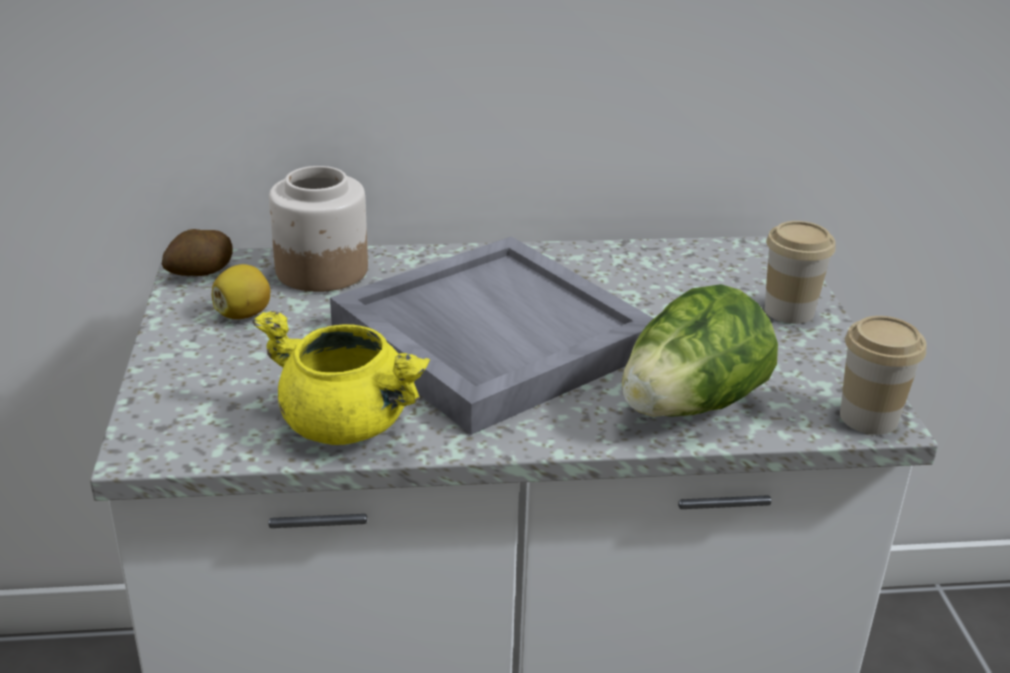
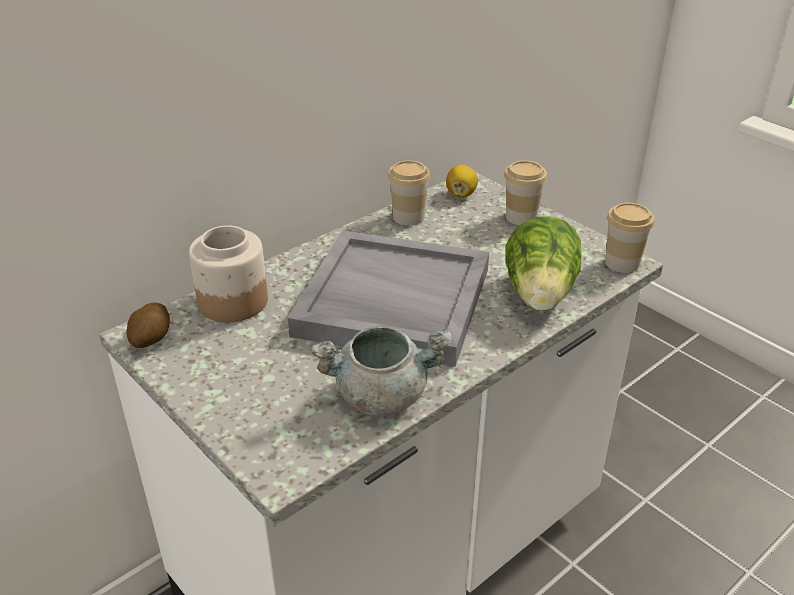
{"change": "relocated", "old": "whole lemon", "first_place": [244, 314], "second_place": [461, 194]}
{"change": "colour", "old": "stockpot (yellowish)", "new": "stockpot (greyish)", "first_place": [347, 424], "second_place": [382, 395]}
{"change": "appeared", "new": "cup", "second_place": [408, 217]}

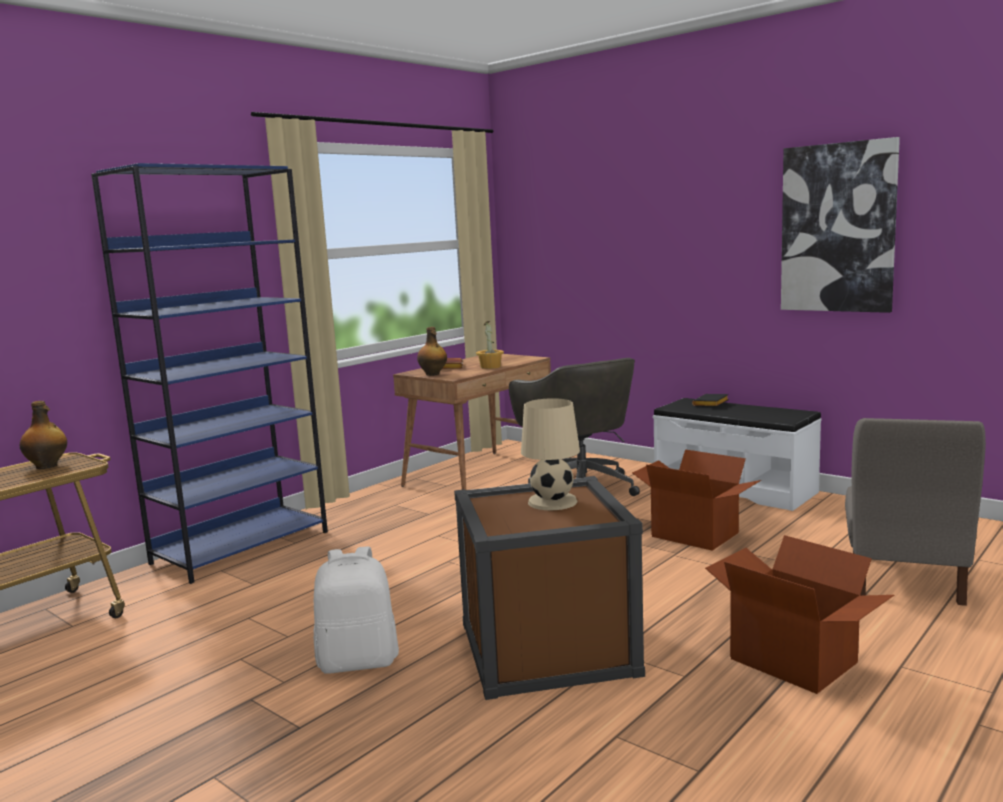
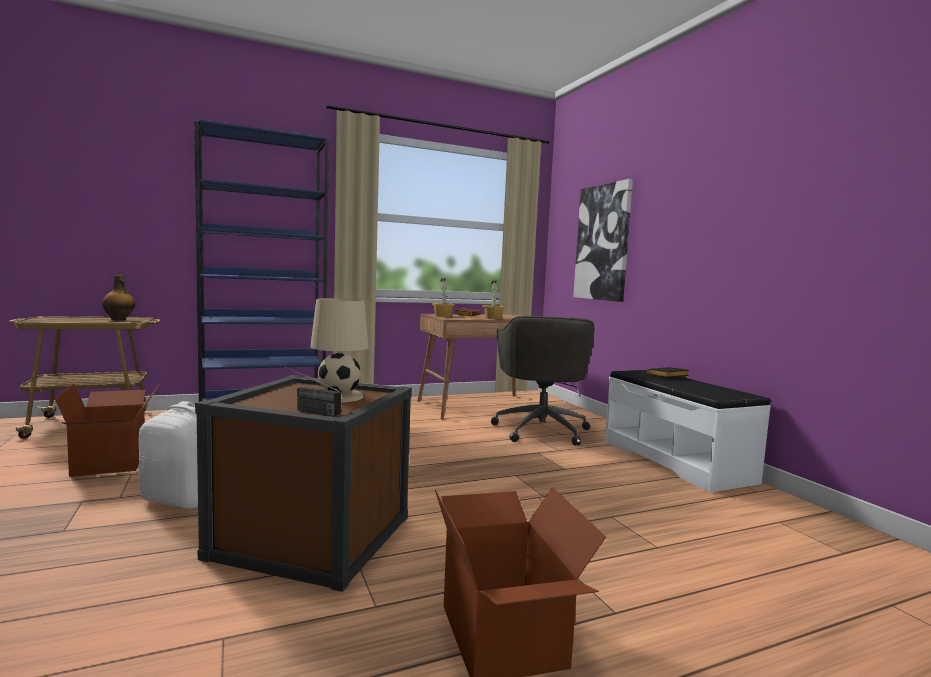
{"change": "exchanged", "old": "bottle", "new": "houseplant", "first_place": [433, 374], "second_place": [443, 316]}
{"change": "relocated", "old": "cardboard box", "first_place": [695, 534], "second_place": [112, 462]}
{"change": "relocated", "old": "picture", "first_place": [838, 228], "second_place": [603, 242]}
{"change": "missing", "old": "upright chair (greyish)", "first_place": [904, 578]}
{"change": "appeared", "new": "radio set", "second_place": [308, 410]}

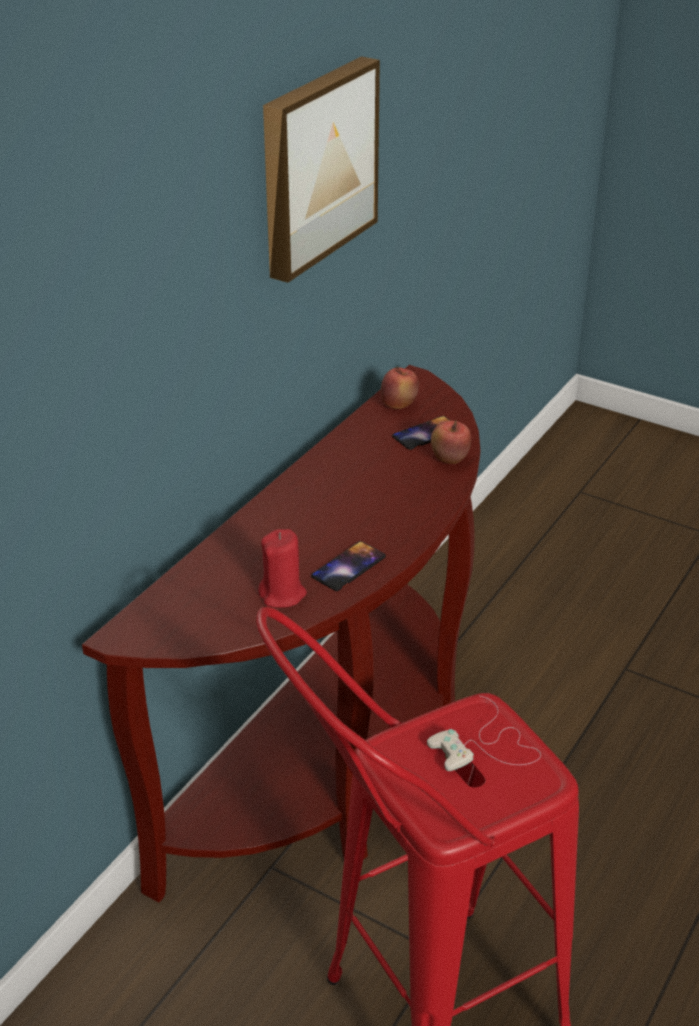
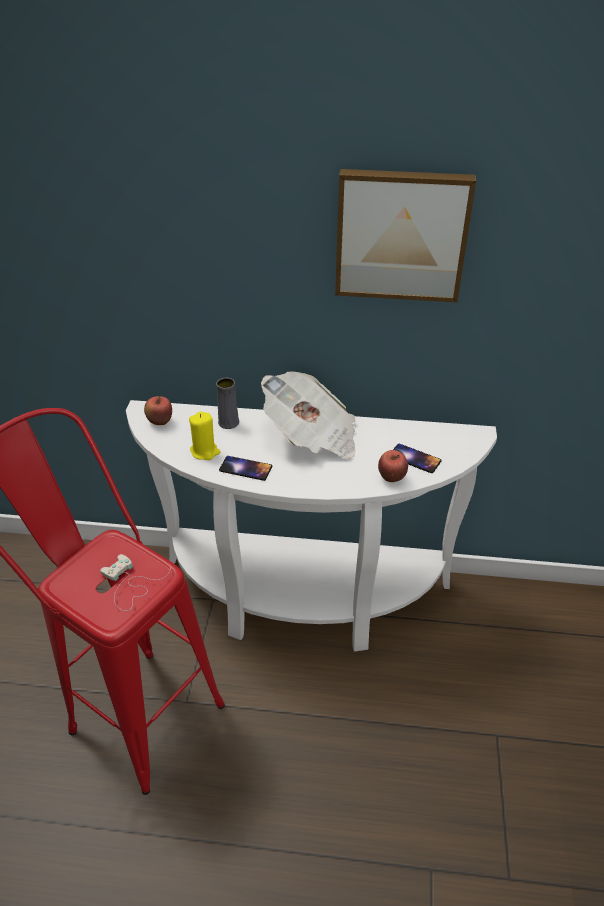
{"change": "colour", "old": "narrow table (brown)", "new": "narrow table (whitish)", "first_place": [337, 764], "second_place": [302, 599]}
{"change": "colour", "old": "wax light (reddish)", "new": "wax light (yellowish)", "first_place": [282, 594], "second_place": [205, 451]}
{"change": "relocated", "old": "whole apple", "first_place": [399, 405], "second_place": [160, 422]}
{"change": "appeared", "new": "flower vase (greyish)", "second_place": [228, 422]}
{"change": "appeared", "new": "daily paper", "second_place": [312, 436]}

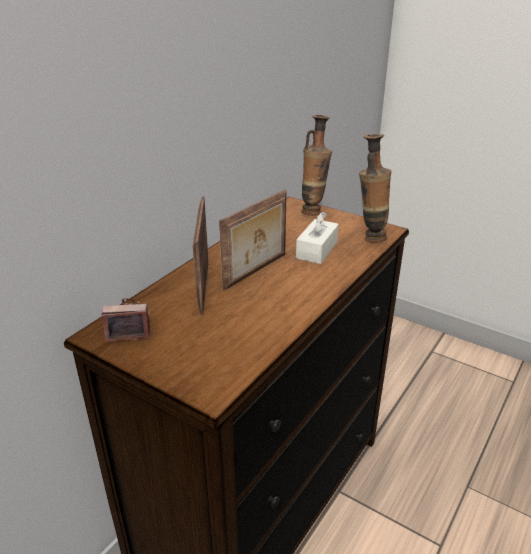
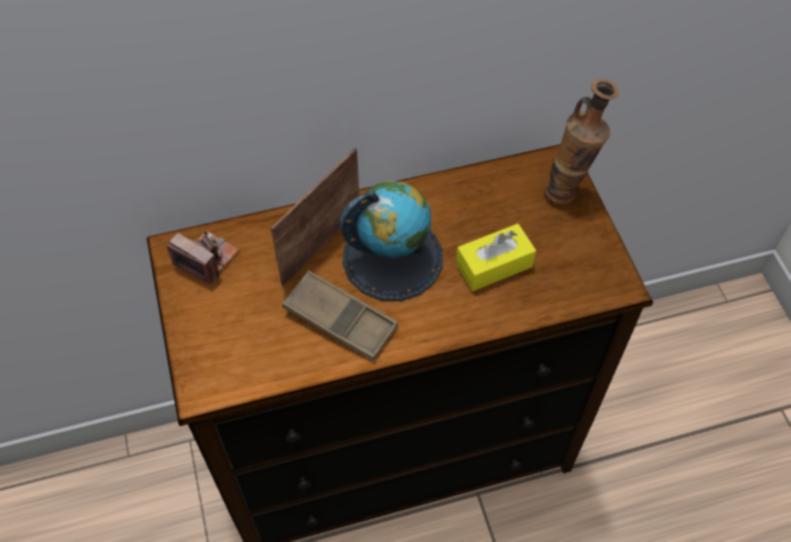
{"change": "exchanged", "old": "picture frame", "new": "globe", "first_place": [256, 272], "second_place": [392, 257]}
{"change": "colour", "old": "tissue holder (whitish)", "new": "tissue holder (yellowish)", "first_place": [317, 250], "second_place": [494, 265]}
{"change": "missing", "old": "flower vase", "first_place": [370, 237]}
{"change": "appeared", "new": "tray (brown)", "second_place": [340, 319]}

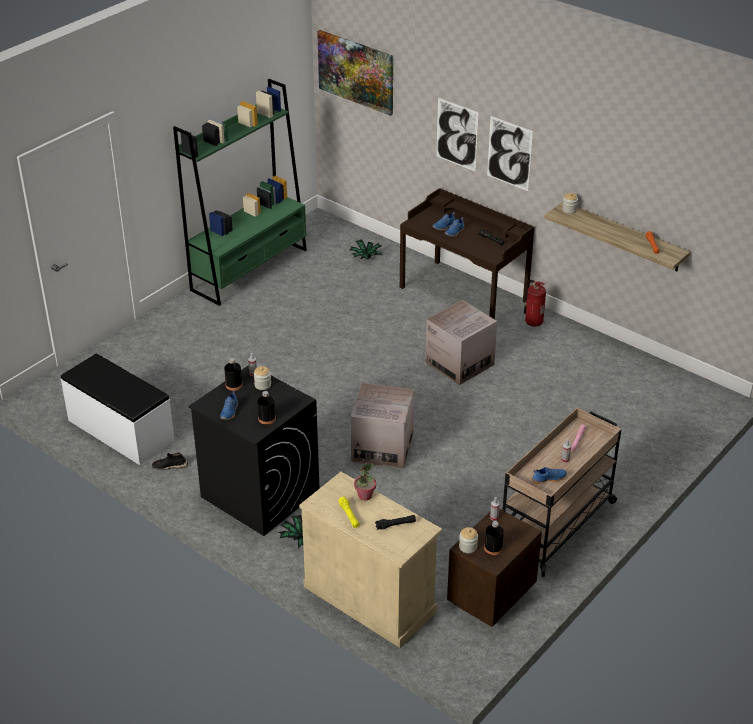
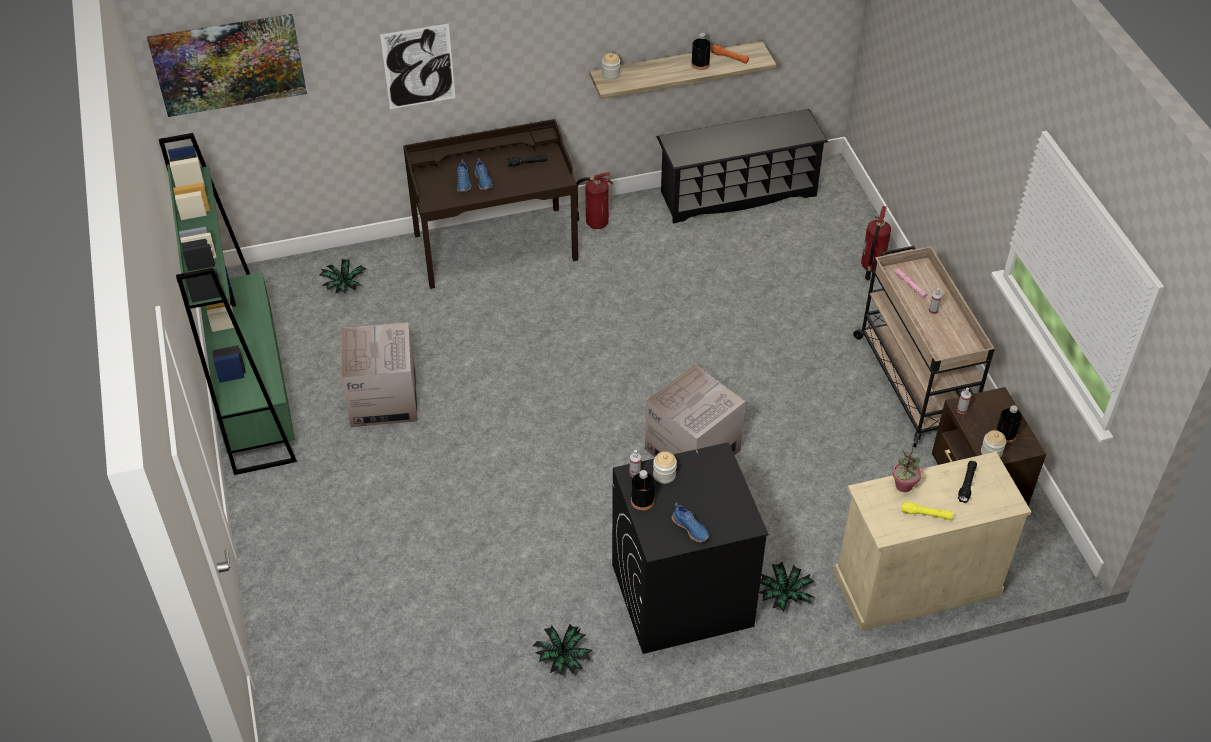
{"change": "missing", "old": "bench (whitish)", "first_place": [120, 431]}
{"change": "exchanged", "old": "low shoe (black-coloured)", "new": "houseplant", "first_place": [170, 466], "second_place": [562, 658]}
{"change": "relocated", "old": "bottle (black-coloured)", "first_place": [267, 418], "second_place": [700, 64]}
{"change": "relocated", "old": "cardboard box", "first_place": [459, 363], "second_place": [383, 399]}
{"change": "missing", "old": "picture", "first_place": [509, 153]}
{"change": "missing", "old": "low shoe (blue)", "first_place": [548, 478]}
{"change": "appeared", "new": "shoe stand (black-coloured)", "second_place": [737, 194]}
{"change": "appeared", "new": "extinguisher", "second_place": [871, 267]}

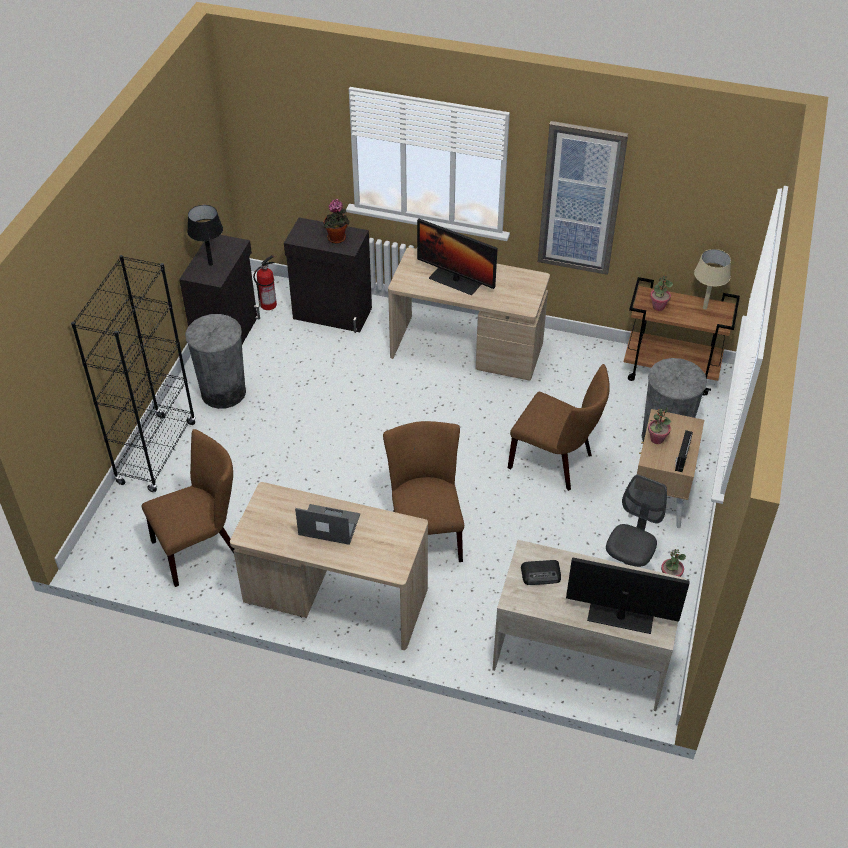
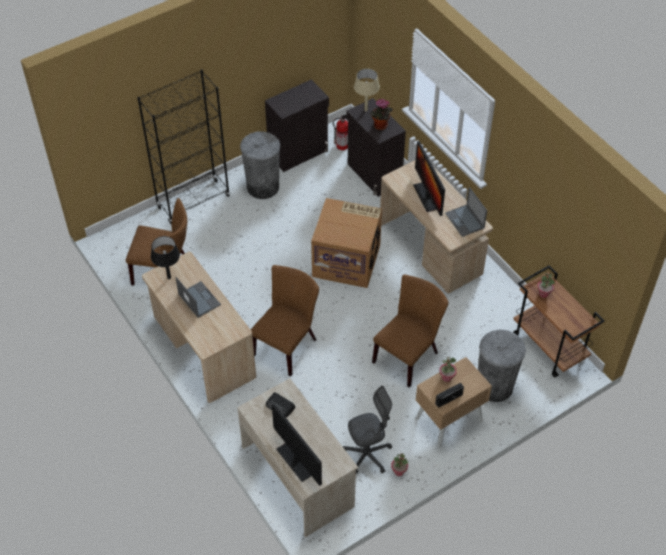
{"change": "relocated", "old": "lamp for a table (black-coloured)", "first_place": [210, 264], "second_place": [169, 277]}
{"change": "spun", "old": "upright chair (brown)", "first_place": [556, 462], "second_place": [408, 355], "degrees": -120}
{"change": "missing", "old": "picture", "first_place": [581, 199]}
{"change": "relocated", "old": "lamp for a table (beige)", "first_place": [704, 307], "second_place": [366, 110]}
{"change": "appeared", "new": "cardboard box", "second_place": [347, 260]}
{"change": "appeared", "new": "portable computer", "second_place": [465, 221]}

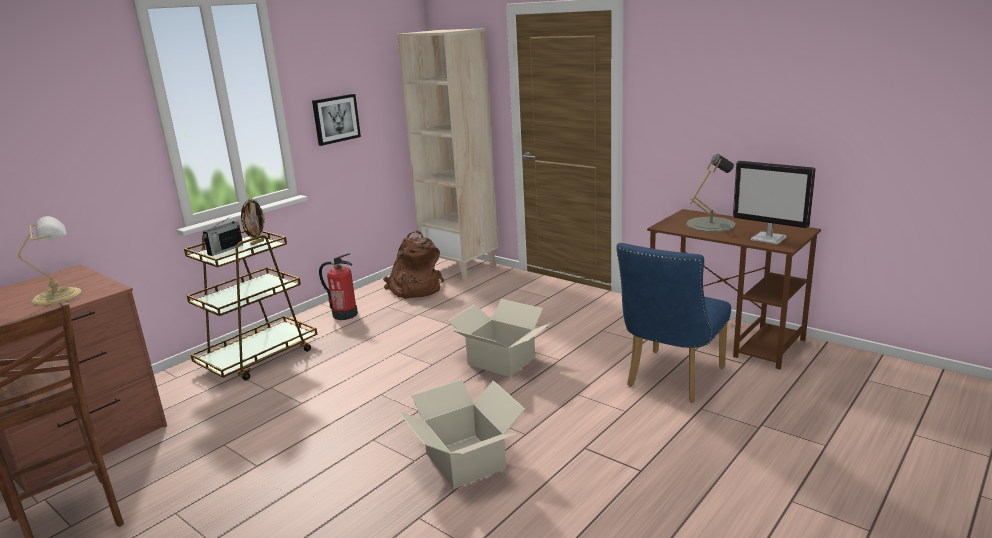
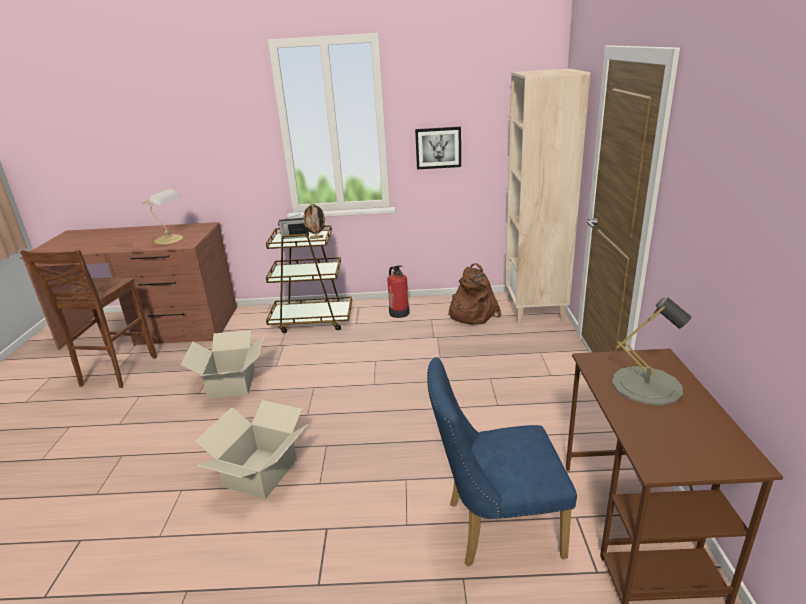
{"change": "relocated", "old": "cardboard box", "first_place": [501, 361], "second_place": [231, 383]}
{"change": "missing", "old": "computer display", "first_place": [769, 239]}

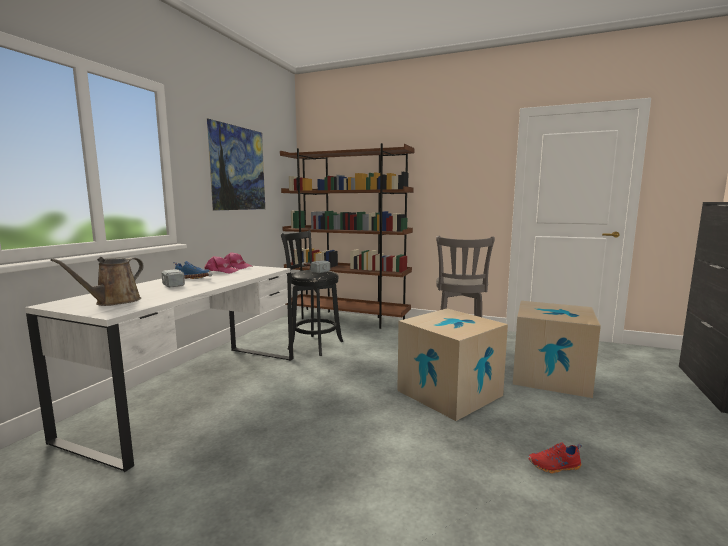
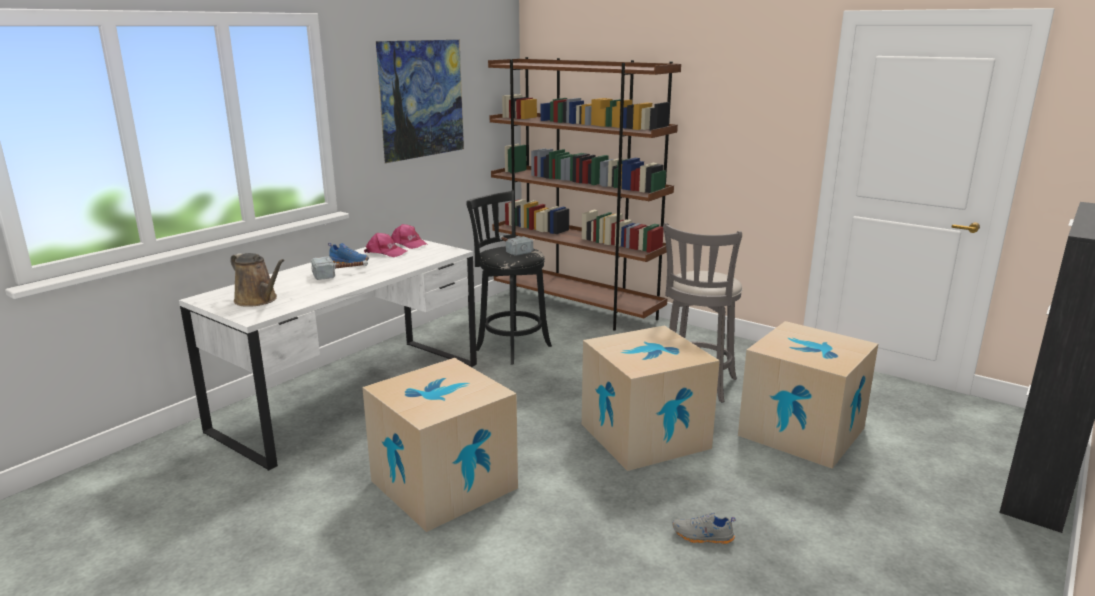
{"change": "spun", "old": "watering pot (brown)", "first_place": [114, 302], "second_place": [258, 300], "degrees": -90}
{"change": "colour", "old": "low shoe (reddish)", "new": "low shoe (greyish)", "first_place": [555, 467], "second_place": [702, 537]}
{"change": "appeared", "new": "cardboard box", "second_place": [444, 484]}

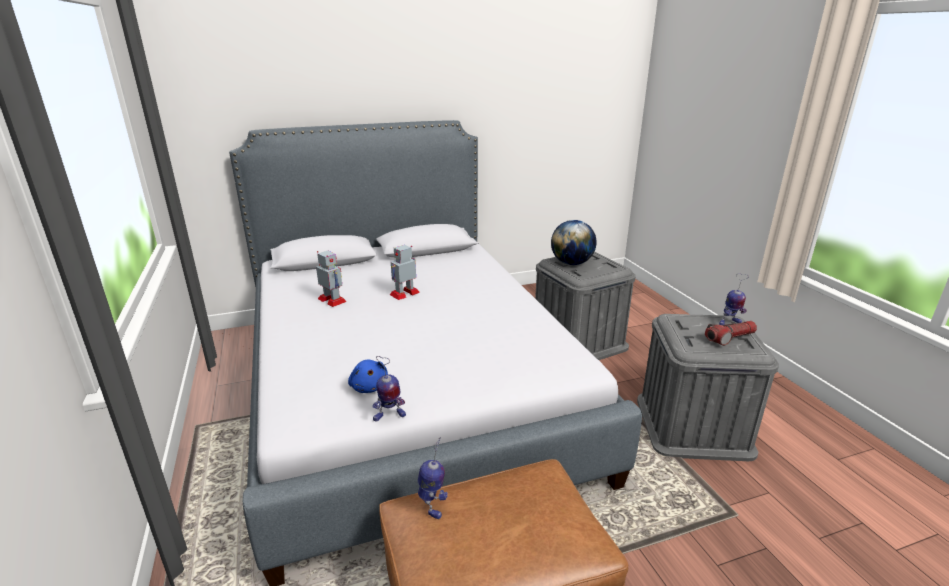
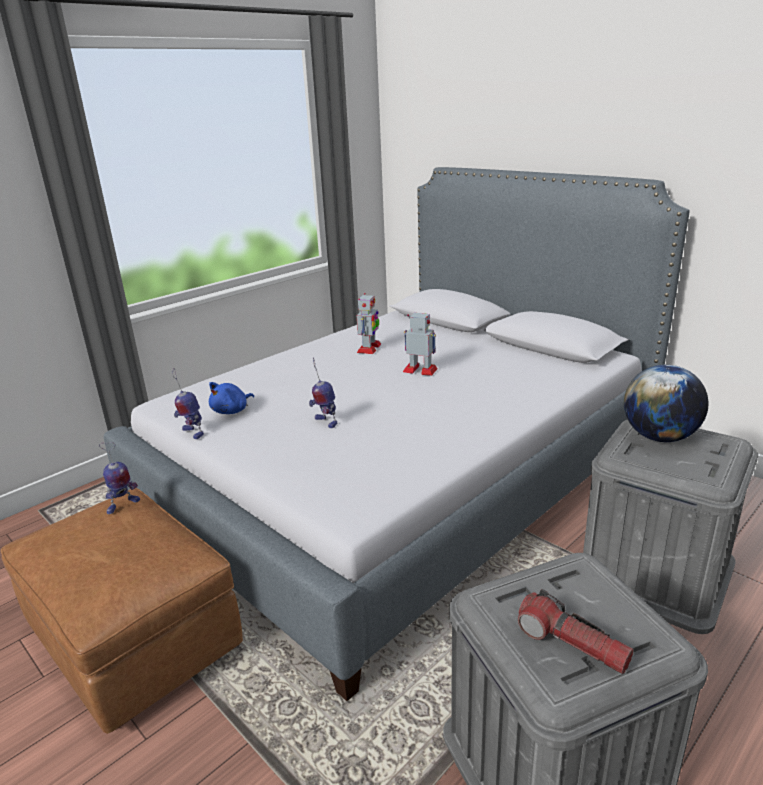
{"change": "relocated", "old": "model robot", "first_place": [729, 323], "second_place": [325, 422]}

